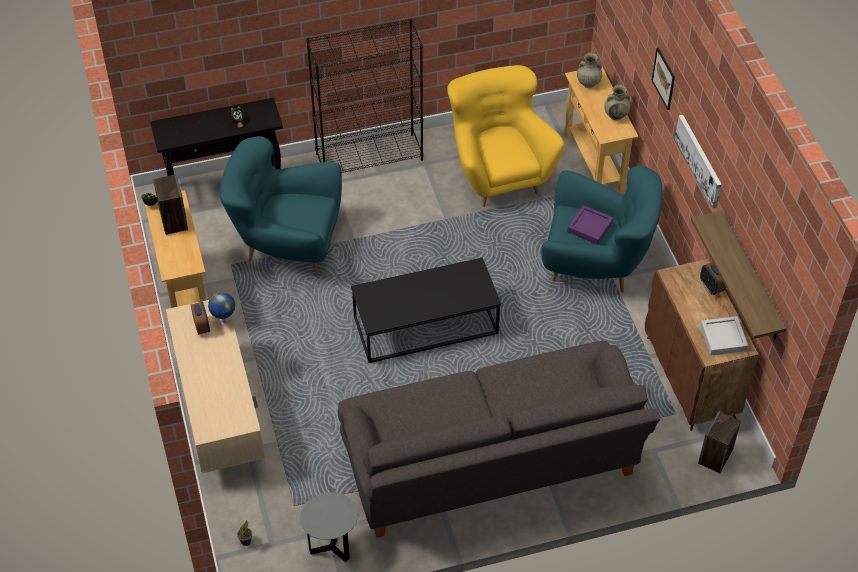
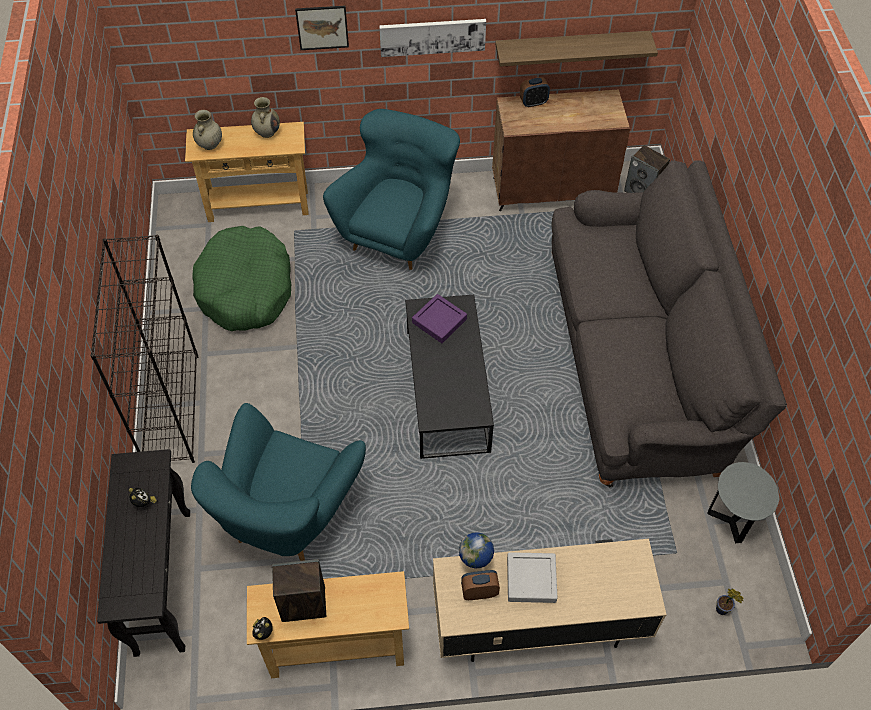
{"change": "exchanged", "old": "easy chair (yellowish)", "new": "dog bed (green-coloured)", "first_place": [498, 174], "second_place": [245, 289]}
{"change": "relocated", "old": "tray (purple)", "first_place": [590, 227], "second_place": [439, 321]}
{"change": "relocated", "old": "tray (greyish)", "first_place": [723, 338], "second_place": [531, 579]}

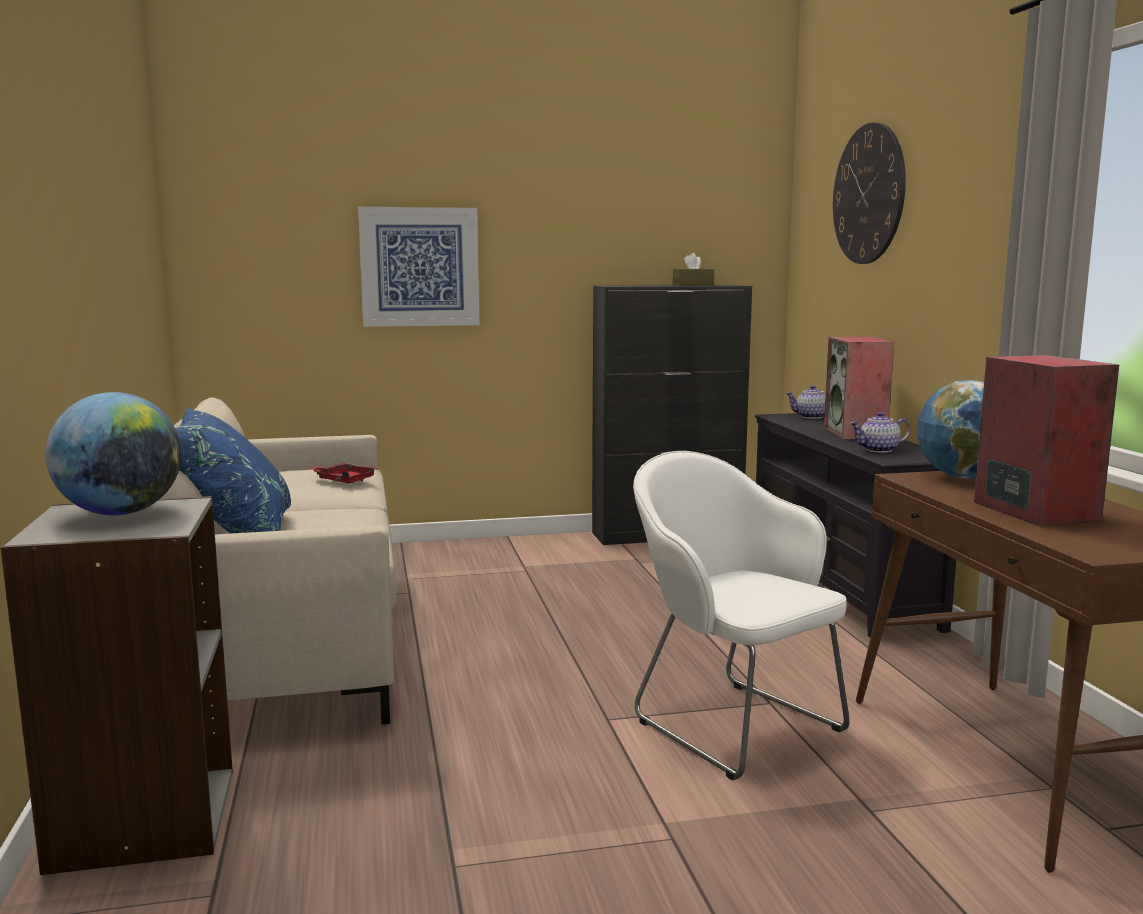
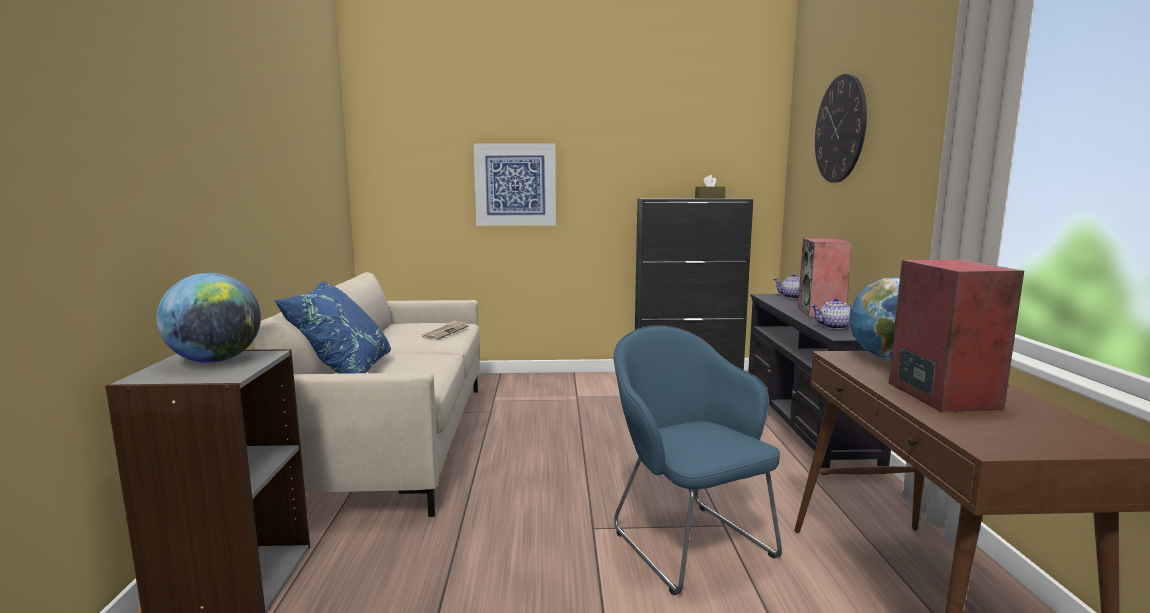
{"change": "exchanged", "old": "tray (reddish)", "new": "daily paper", "first_place": [344, 480], "second_place": [445, 332]}
{"change": "colour", "old": "easy chair (whitish)", "new": "easy chair (blue)", "first_place": [730, 722], "second_place": [687, 540]}

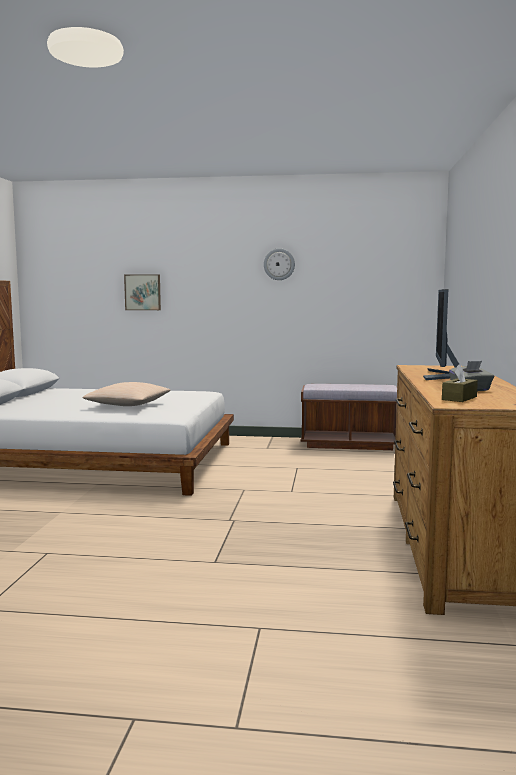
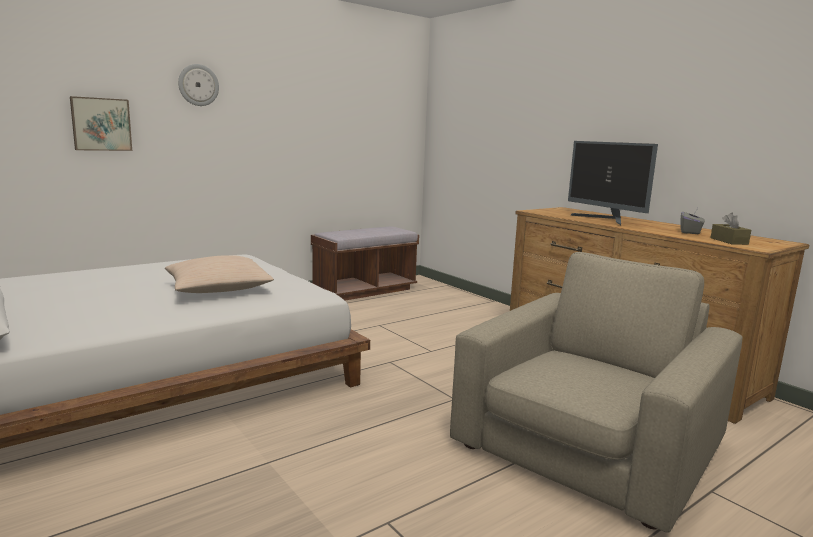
{"change": "relocated", "old": "hanging clock", "first_place": [279, 264], "second_place": [198, 85]}
{"change": "appeared", "new": "easy chair (beige)", "second_place": [589, 444]}

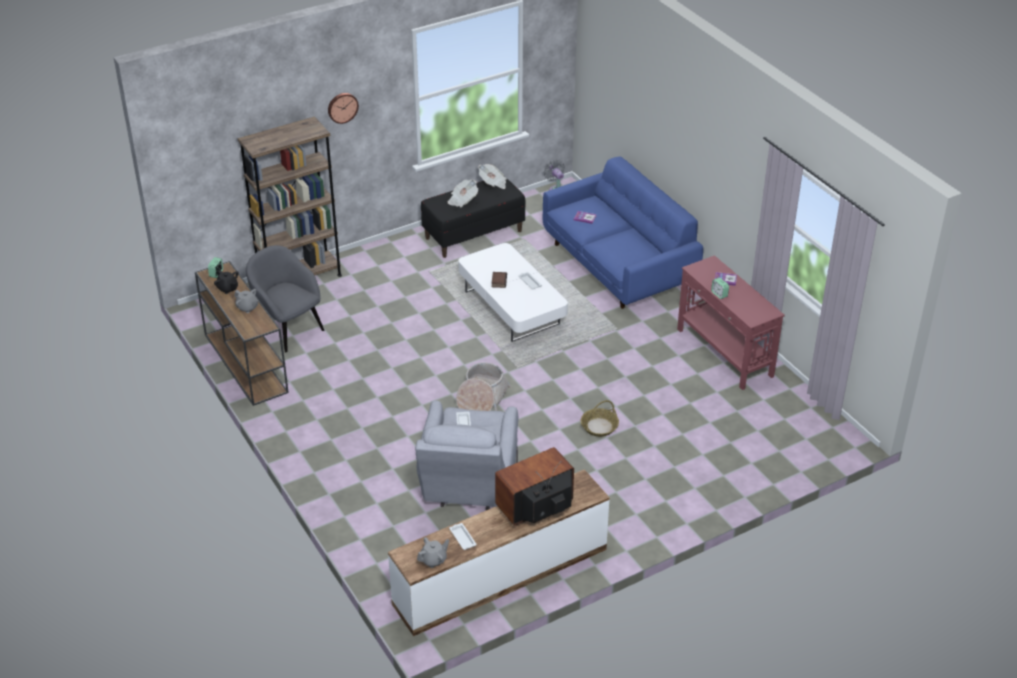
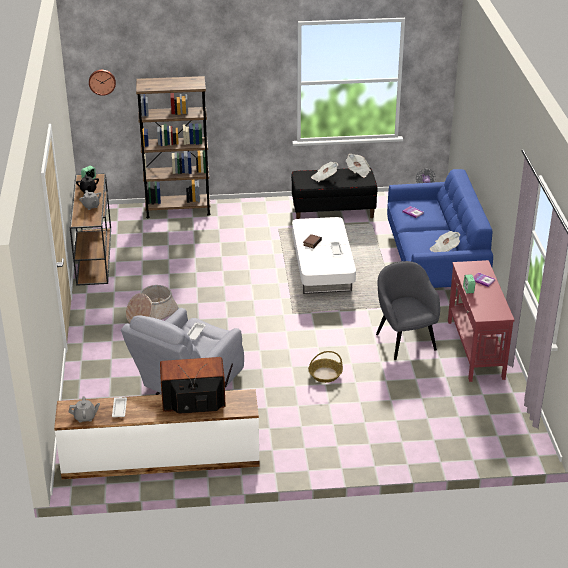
{"change": "relocated", "old": "easy chair (greyish)", "first_place": [288, 329], "second_place": [405, 341]}
{"change": "relocated", "old": "hanging clock", "first_place": [342, 107], "second_place": [102, 81]}
{"change": "relocated", "old": "storage basket", "first_place": [481, 399], "second_place": [151, 315]}
{"change": "appeared", "new": "daily paper", "second_place": [444, 249]}

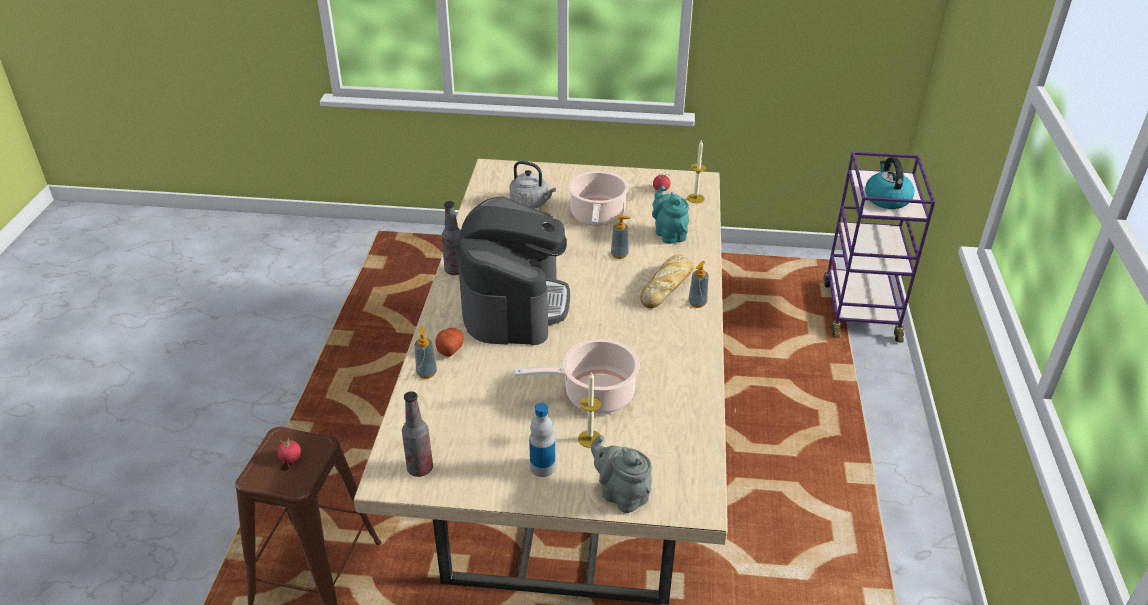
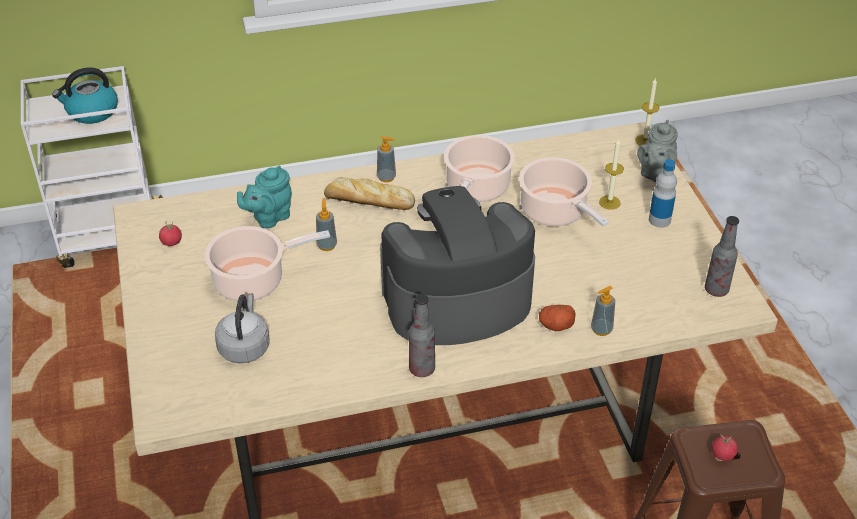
{"change": "relocated", "old": "wax light", "first_place": [695, 198], "second_place": [645, 140]}
{"change": "colour", "old": "trolley (purple)", "new": "trolley (whitish)", "first_place": [860, 310], "second_place": [110, 237]}
{"change": "appeared", "new": "stockpot", "second_place": [476, 189]}

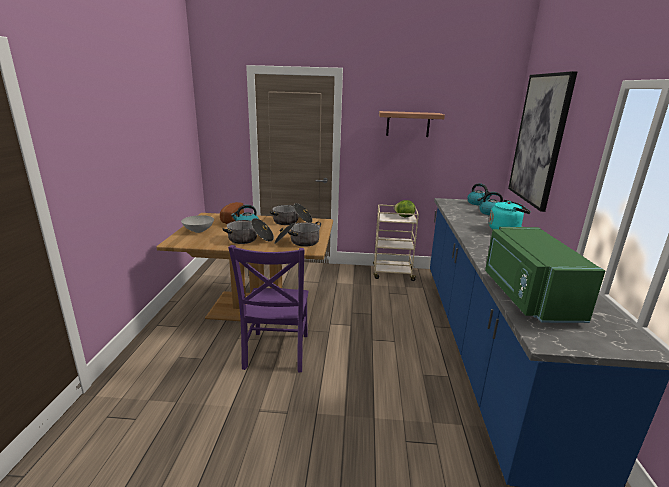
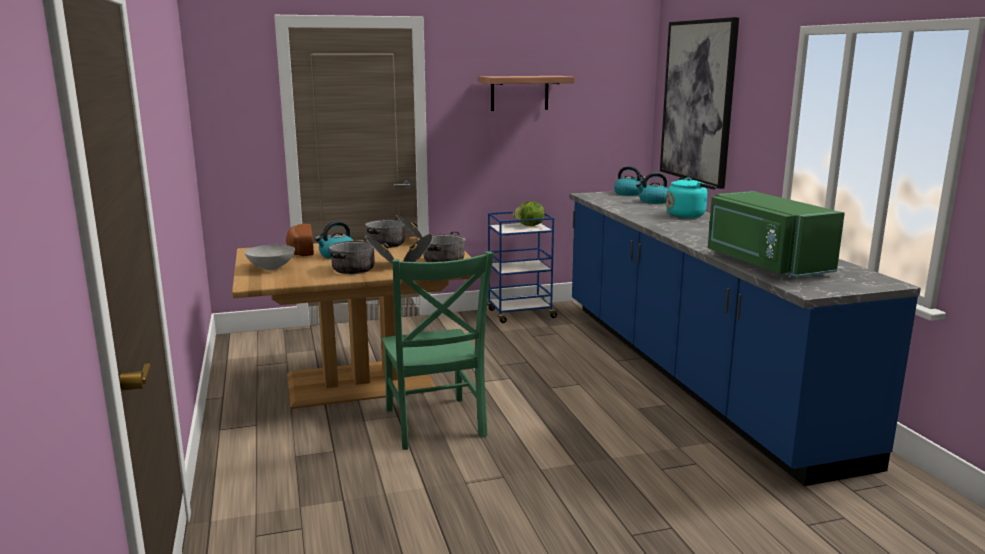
{"change": "colour", "old": "upright chair (purple)", "new": "upright chair (green-coloured)", "first_place": [276, 353], "second_place": [435, 425]}
{"change": "colour", "old": "trolley (beige)", "new": "trolley (blue)", "first_place": [392, 273], "second_place": [520, 314]}

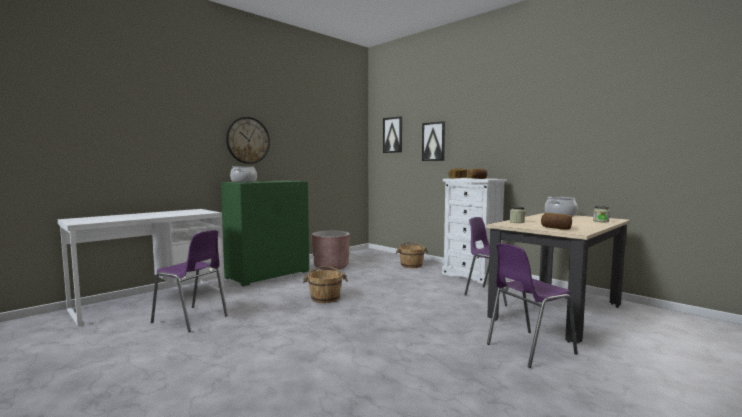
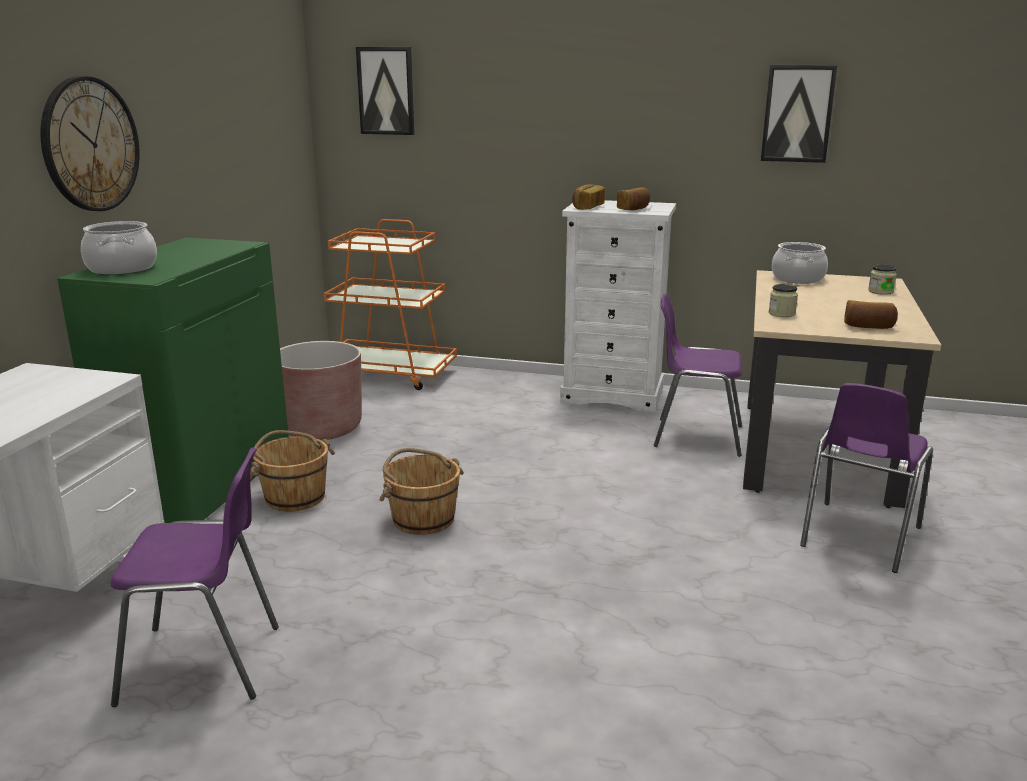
{"change": "relocated", "old": "water bucket (brown)", "first_place": [411, 265], "second_place": [294, 497]}
{"change": "relocated", "old": "picture", "first_place": [433, 141], "second_place": [797, 113]}
{"change": "appeared", "new": "trolley (orange-coloured)", "second_place": [390, 374]}

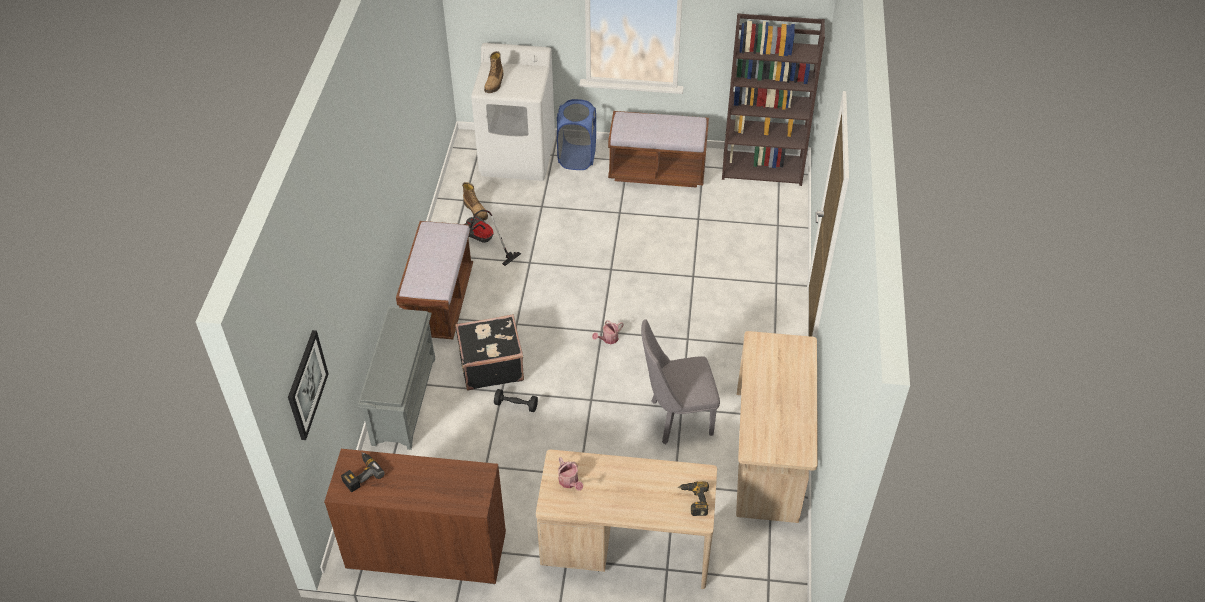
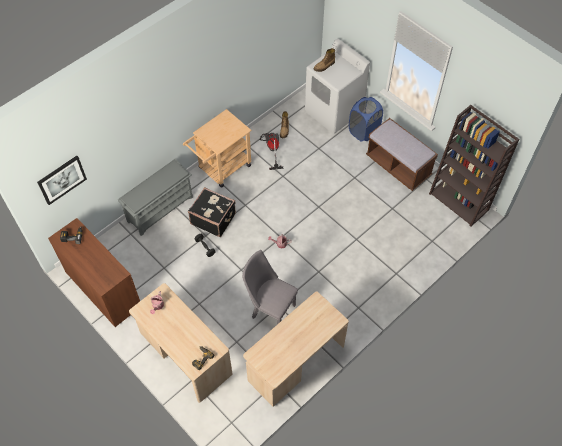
{"change": "exchanged", "old": "bench (brown)", "new": "trolley (beige)", "first_place": [439, 302], "second_place": [221, 169]}

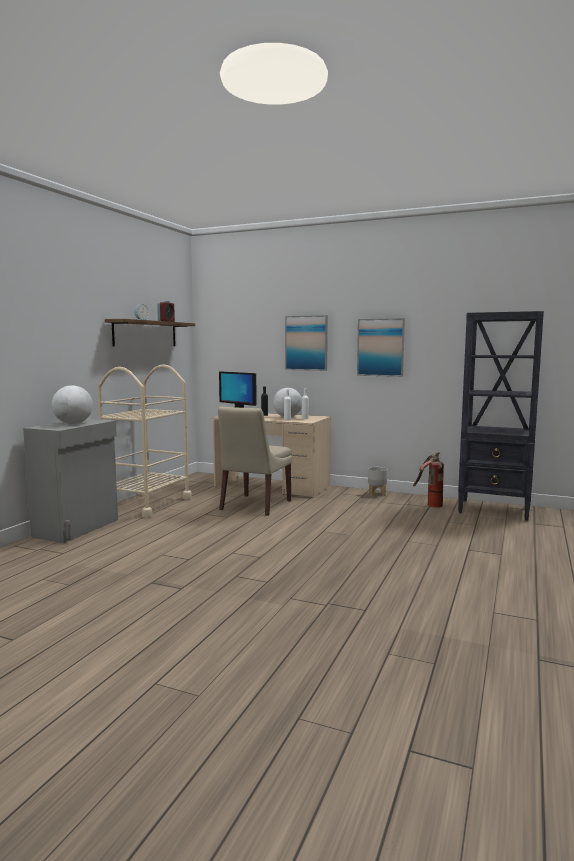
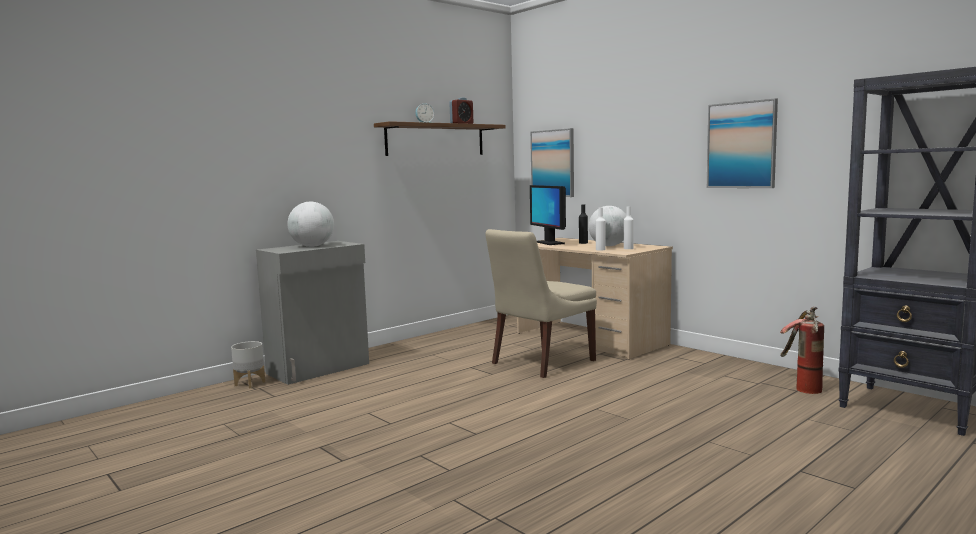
{"change": "missing", "old": "trolley (beige)", "first_place": [147, 504]}
{"change": "relocated", "old": "picture", "first_place": [306, 343], "second_place": [553, 163]}
{"change": "relocated", "old": "planter (greyish)", "first_place": [377, 494], "second_place": [250, 383]}

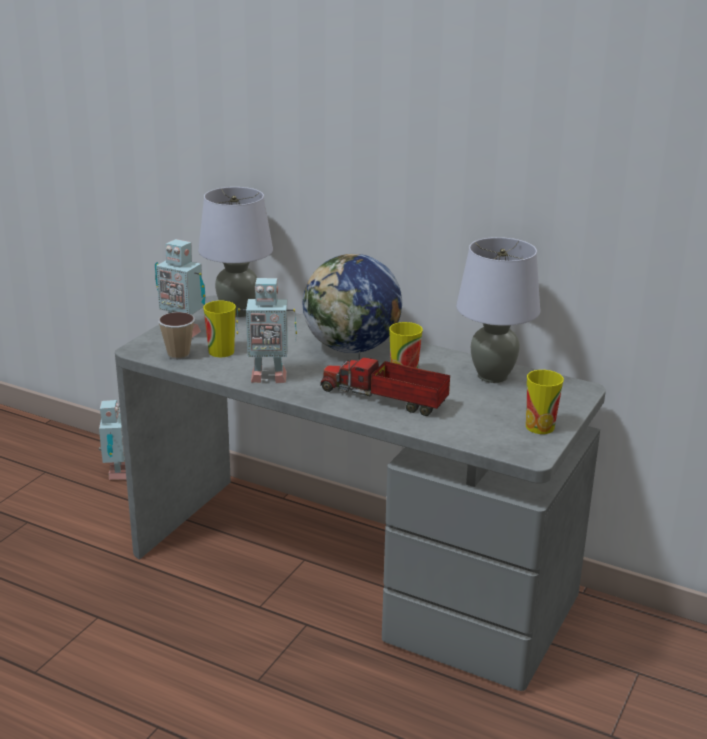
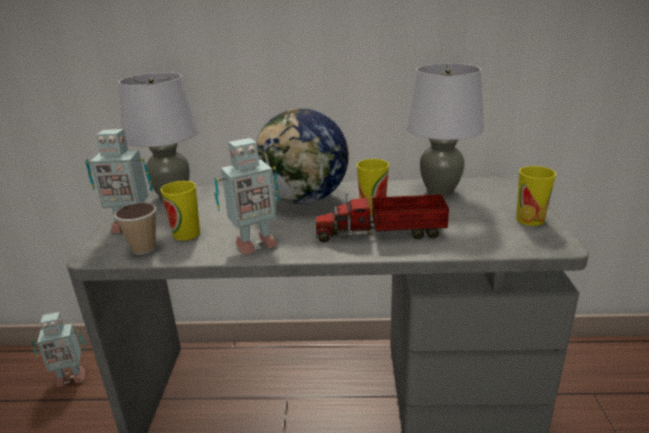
{"change": "spun", "old": "model robot", "first_place": [116, 474], "second_place": [70, 377], "degrees": 105}

